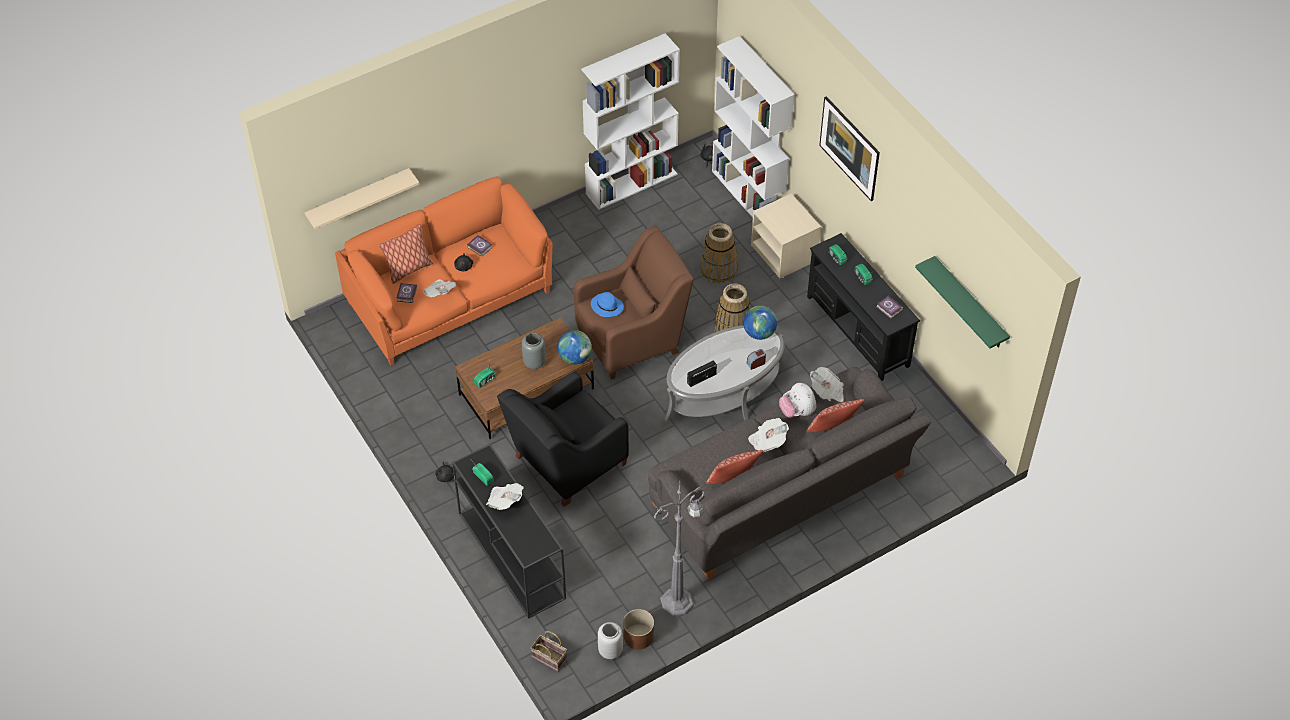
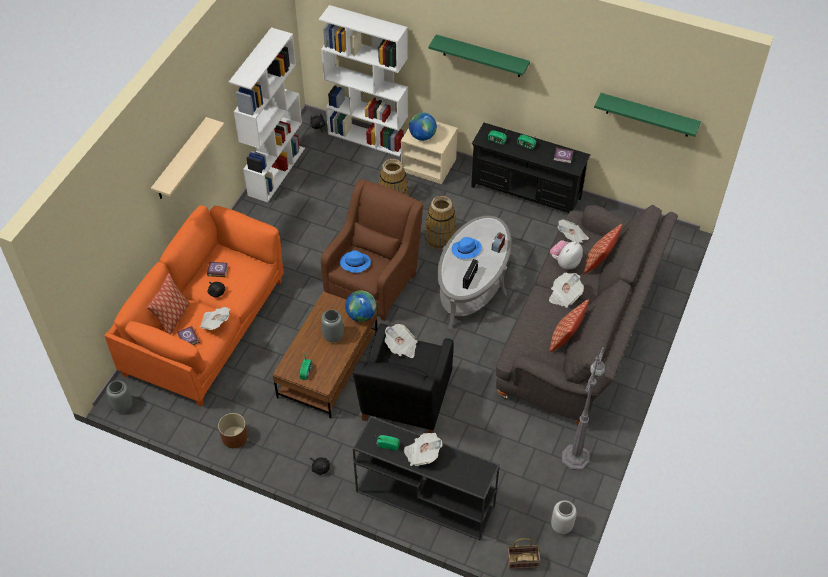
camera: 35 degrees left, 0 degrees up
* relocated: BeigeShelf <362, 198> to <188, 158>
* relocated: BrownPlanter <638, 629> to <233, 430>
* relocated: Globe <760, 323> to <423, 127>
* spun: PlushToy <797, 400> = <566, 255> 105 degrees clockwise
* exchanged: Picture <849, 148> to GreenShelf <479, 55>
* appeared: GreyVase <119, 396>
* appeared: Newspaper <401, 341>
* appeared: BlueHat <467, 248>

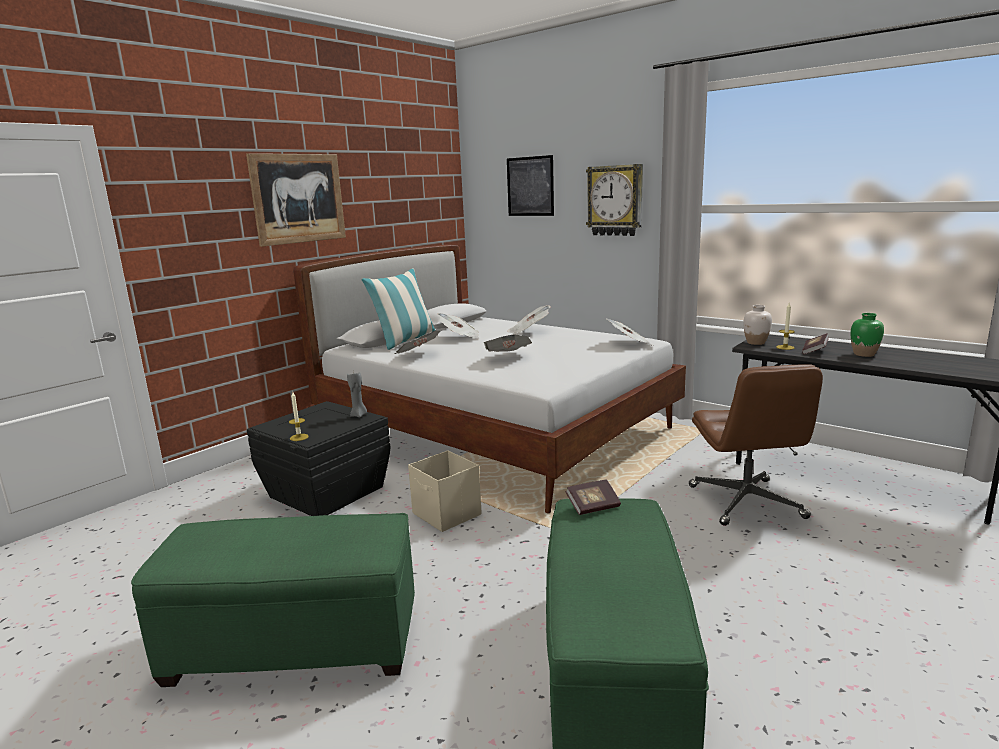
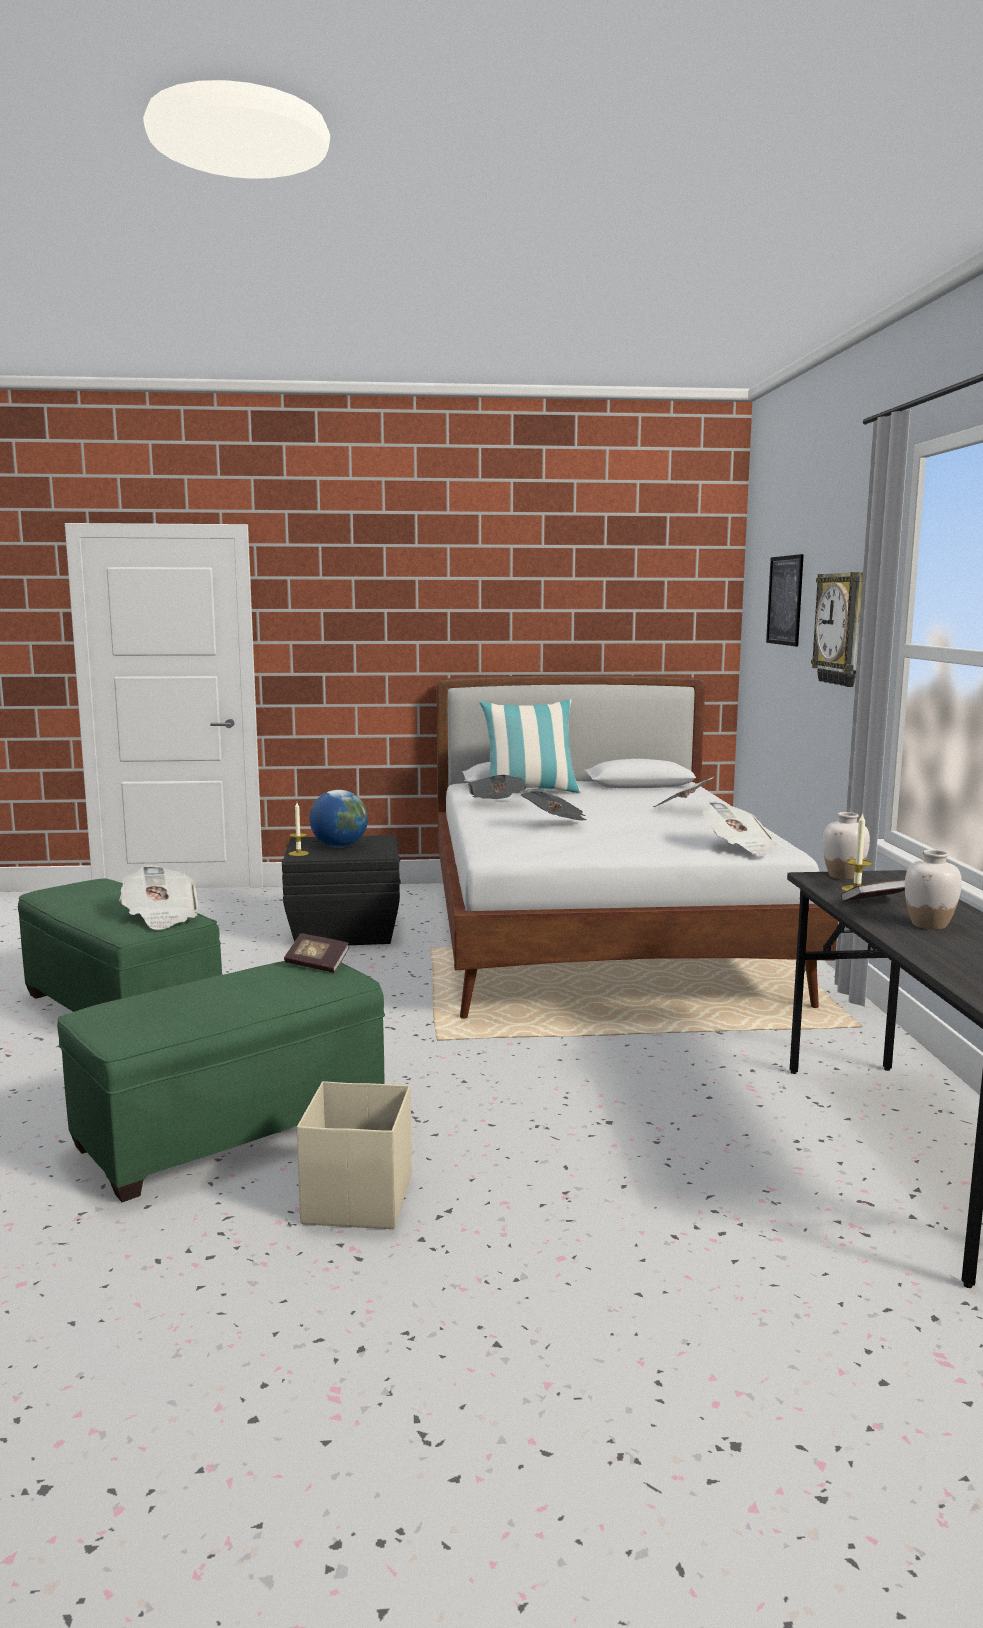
camera: 45 degrees right, 5 degrees down
* missing: Picture <296, 200>
* missing: GreyCandle <357, 394>
* relocated: BeigeStorageBox <445, 491> to <354, 1155>
* relocated: Newspaper <458, 326> to <158, 897>
* missing: BrownOfficeChair <756, 445>
* colour: GreenVase <867, 335> to WhiteVase <933, 890>
* appeared: Globe <338, 819>

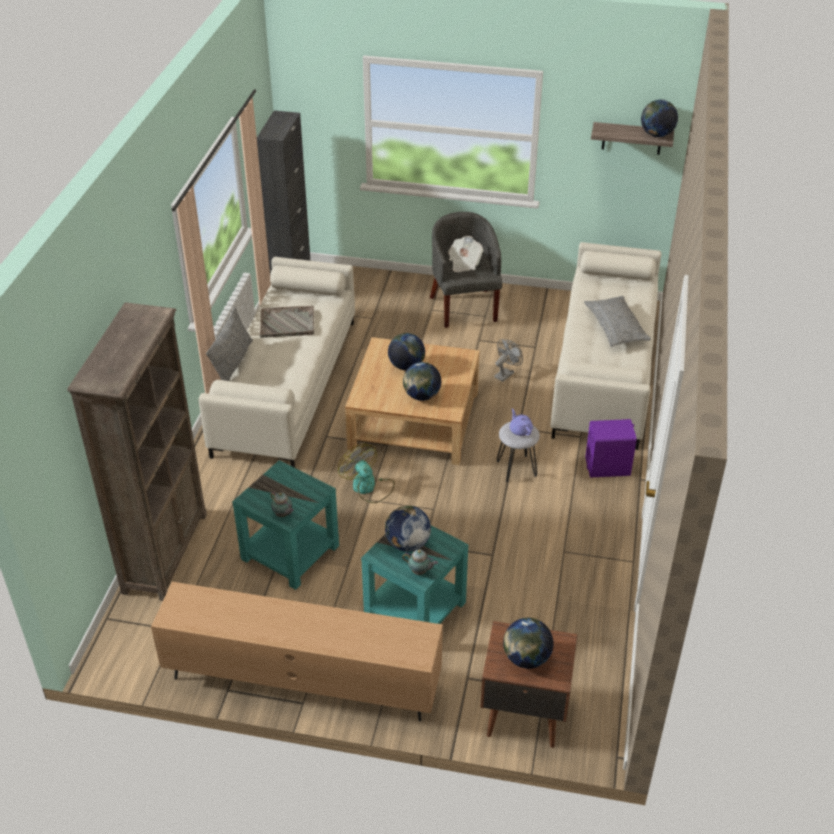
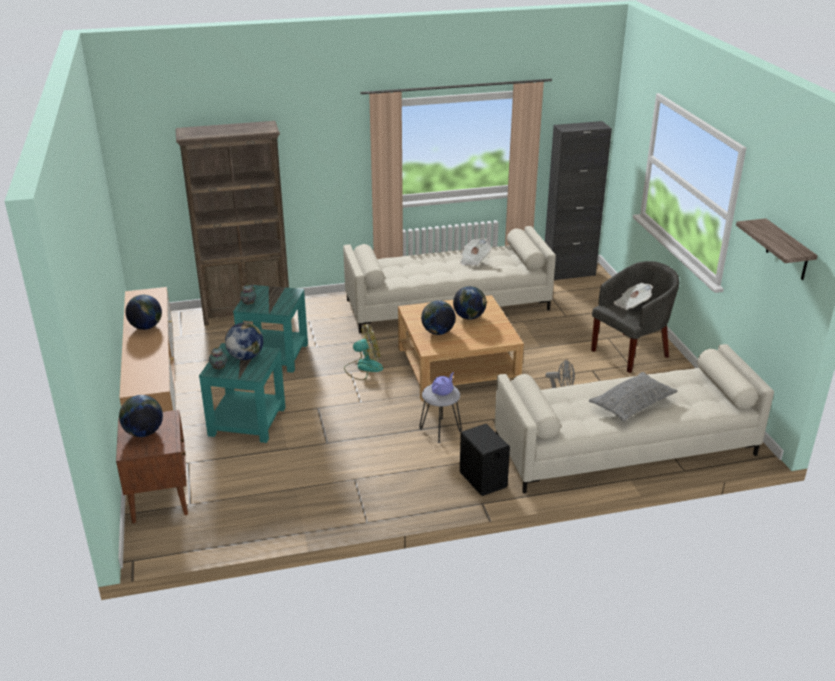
camera: 65 degrees right, 10 degrees down
* missing: GreyPillow <229, 344>
* exchanged: GreyTray <287, 322> to Newspaper <476, 252>
* spun: Fan <366, 473> = <363, 352> 45 degrees clockwise
* colour: PurpleSpeaker <611, 448> to BlackSpeaker <485, 460>
* relocated: Globe <659, 118> to <143, 312>

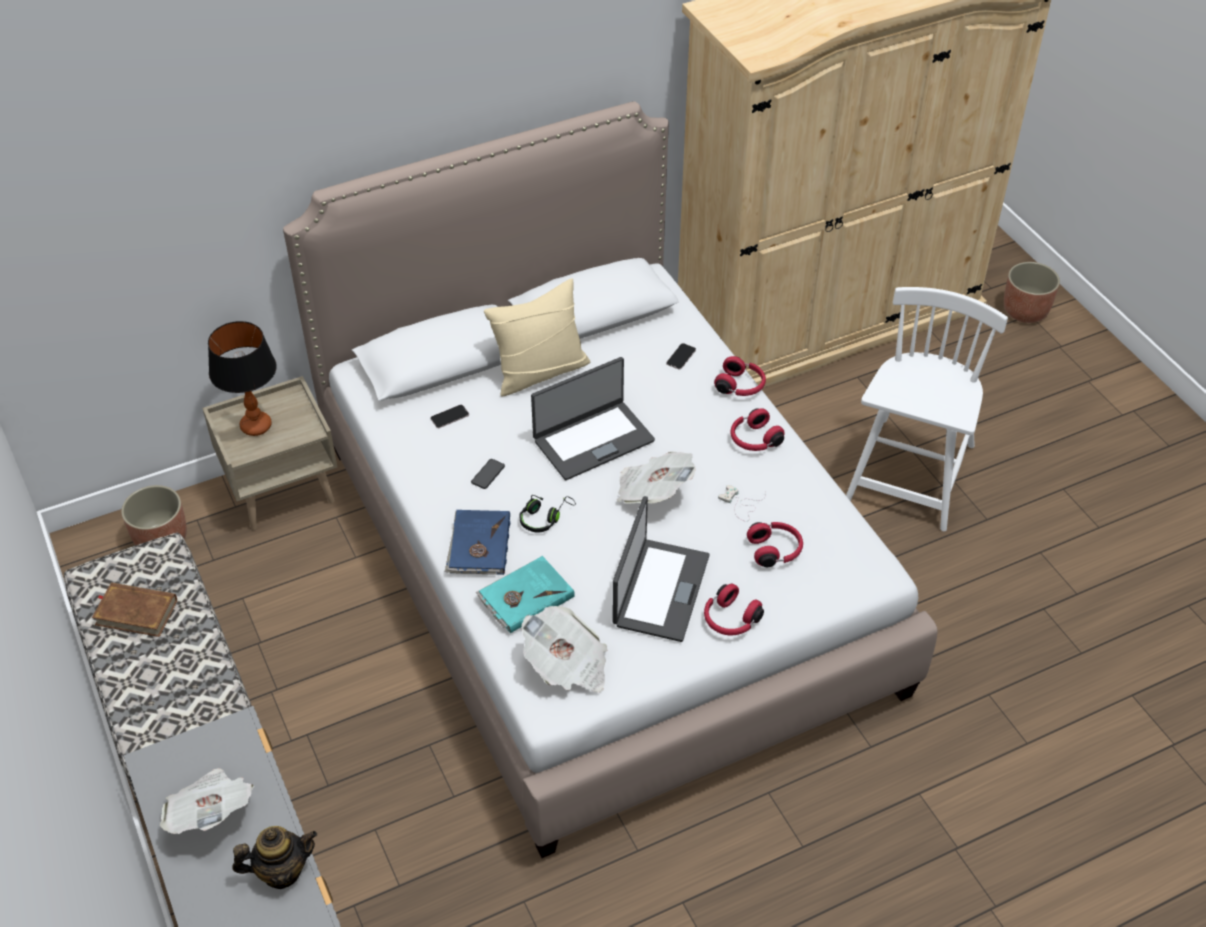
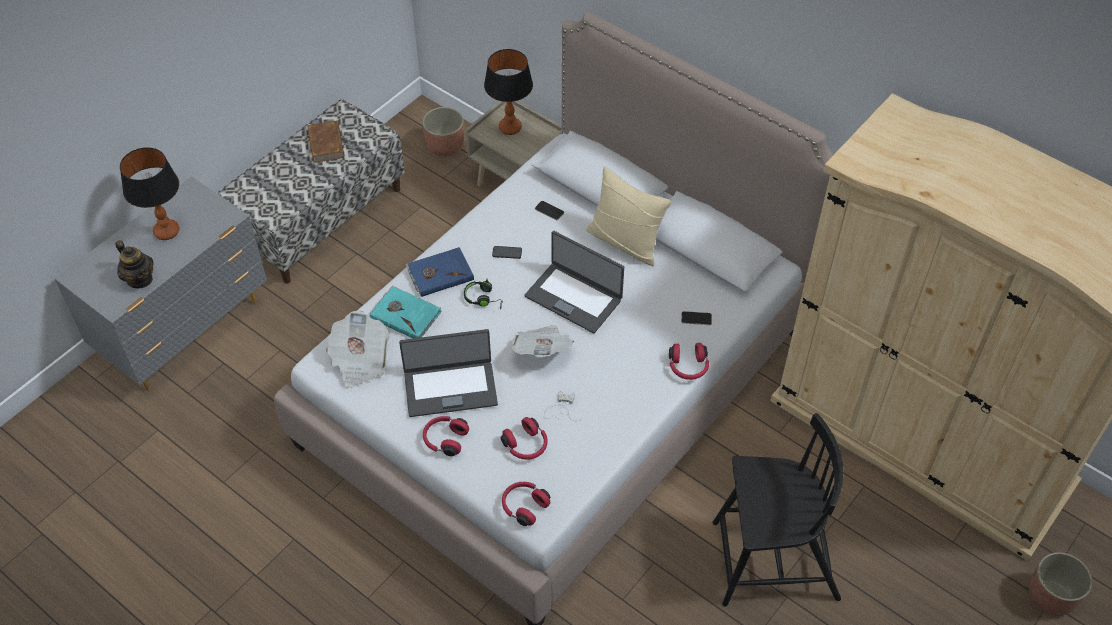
camera: 65 degrees right, 5 degrees up
* exchanged: Newspaper <207, 801> to TableLamp <149, 193>
* relocated: RedHeadphones <758, 429> to <526, 504>
* colour: WhiteChair <927, 409> to BlackChair <777, 510>

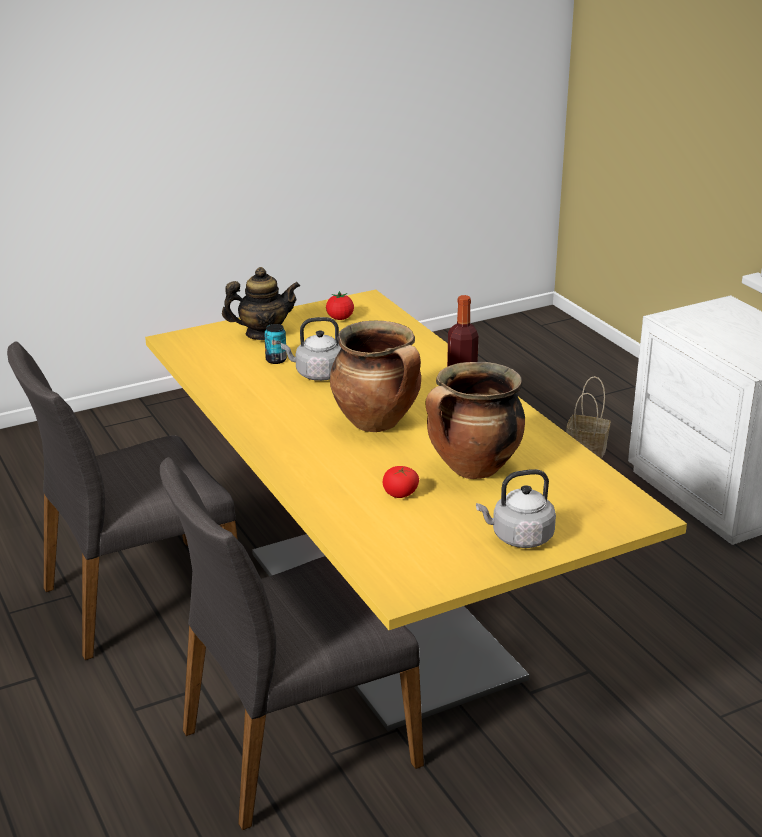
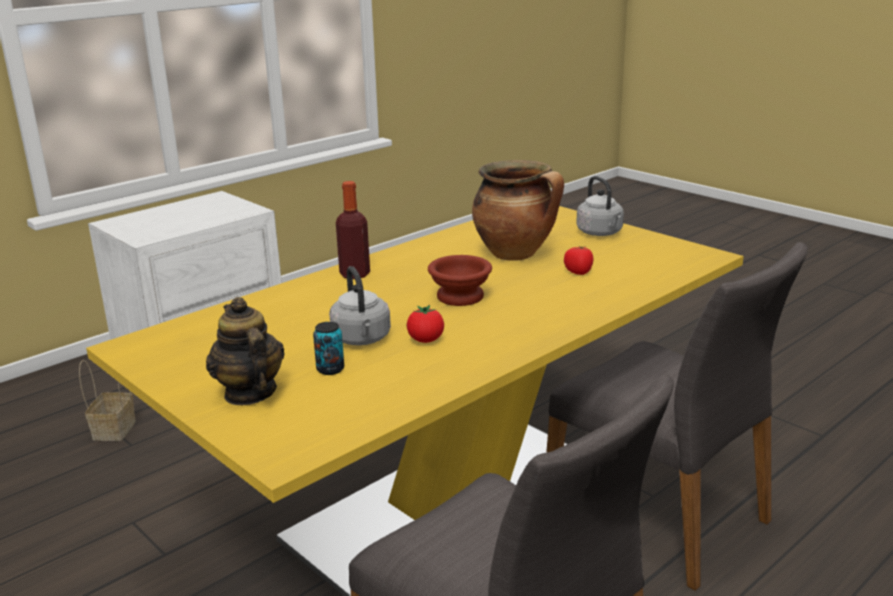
camera: 105 degrees left, 5 degrees down
* relocated: Tomato <340, 305> to <425, 324>
* exchanged: CookingPot <375, 376> to BrownBowl <460, 280>

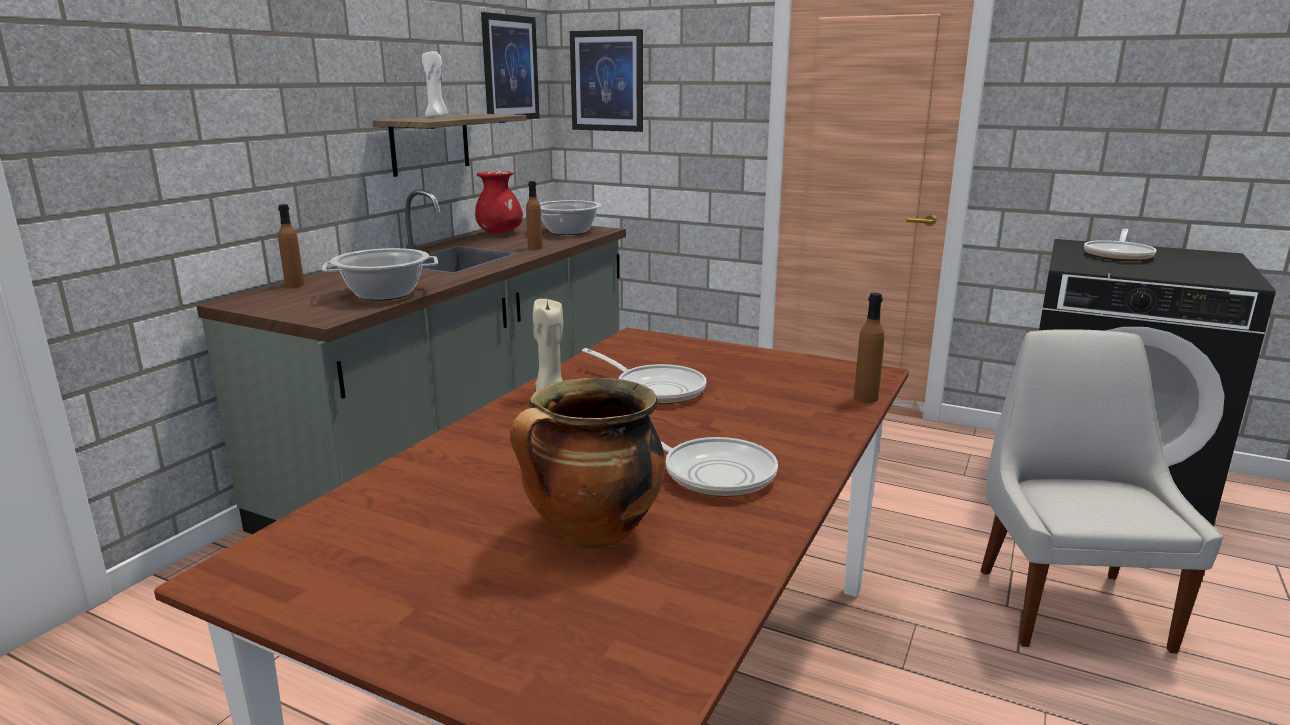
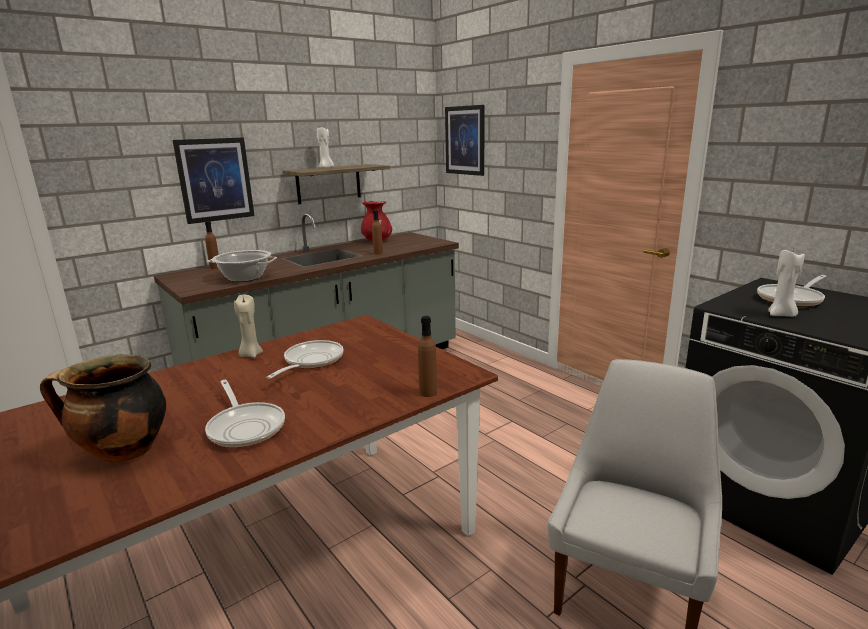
camera: 25 degrees right, 0 degrees up
* relocated: Picture <510, 65> to <214, 181>
* missing: CookingPot <570, 217>
* spun: FryingPan <644, 376> = <304, 359> 135 degrees counterclockwise
* appeared: WhiteCandle <786, 283>

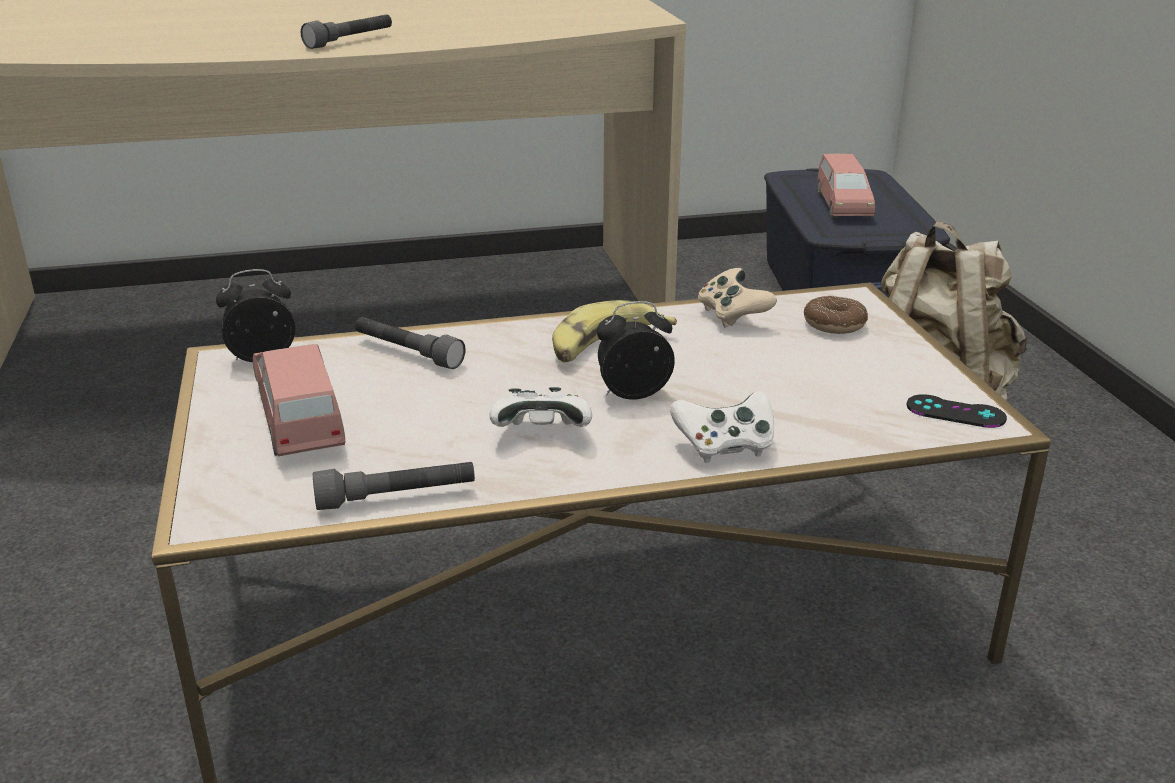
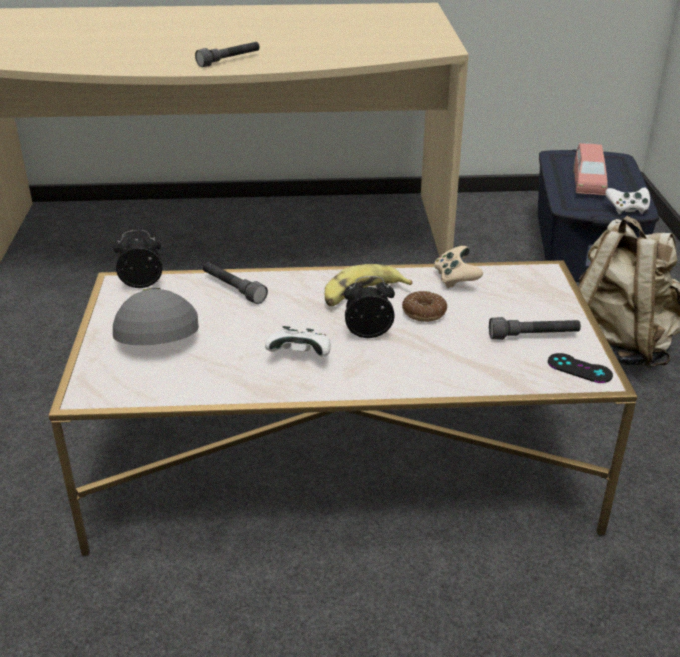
camera: 10 degrees right, 5 degrees up
* exchanged: PinkToyCar <299, 400> to GreyCap <156, 316>
* relocated: GreyFlashlight <394, 486> to <535, 328>
* relocated: WhiteGameController <722, 427> to <627, 200>
* relocated: Donut <836, 315> to <424, 306>

